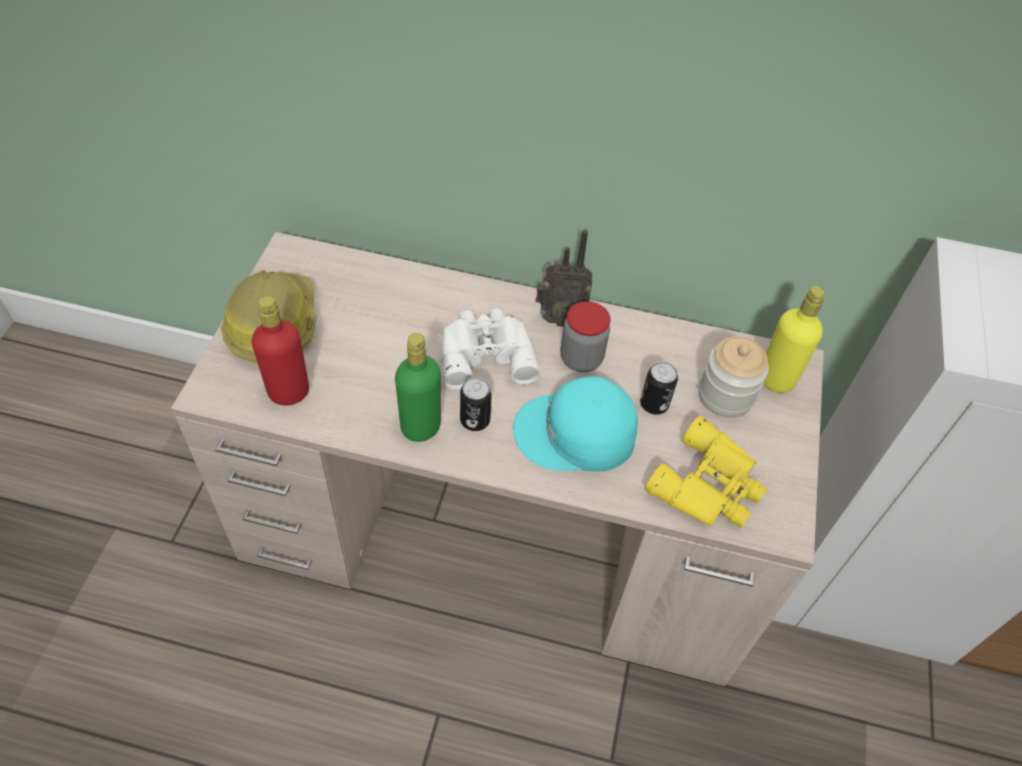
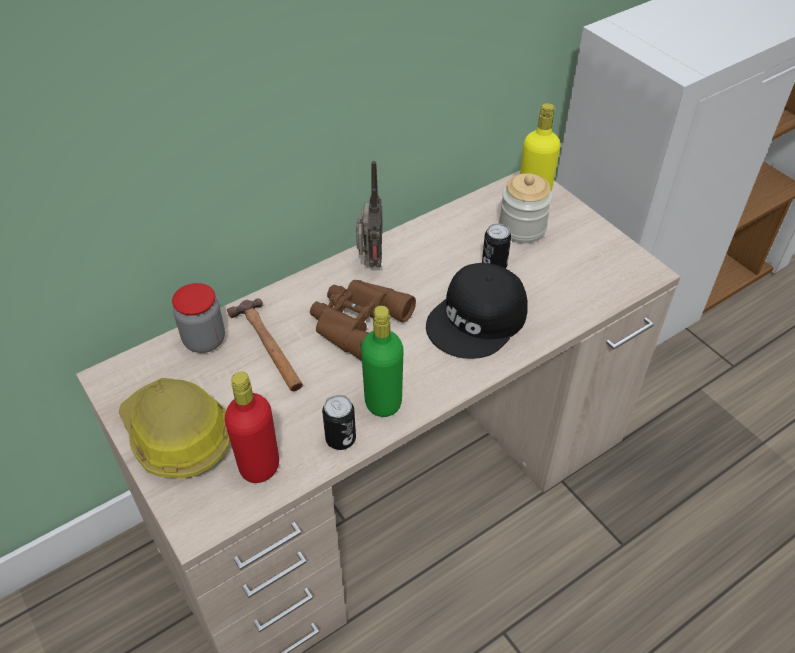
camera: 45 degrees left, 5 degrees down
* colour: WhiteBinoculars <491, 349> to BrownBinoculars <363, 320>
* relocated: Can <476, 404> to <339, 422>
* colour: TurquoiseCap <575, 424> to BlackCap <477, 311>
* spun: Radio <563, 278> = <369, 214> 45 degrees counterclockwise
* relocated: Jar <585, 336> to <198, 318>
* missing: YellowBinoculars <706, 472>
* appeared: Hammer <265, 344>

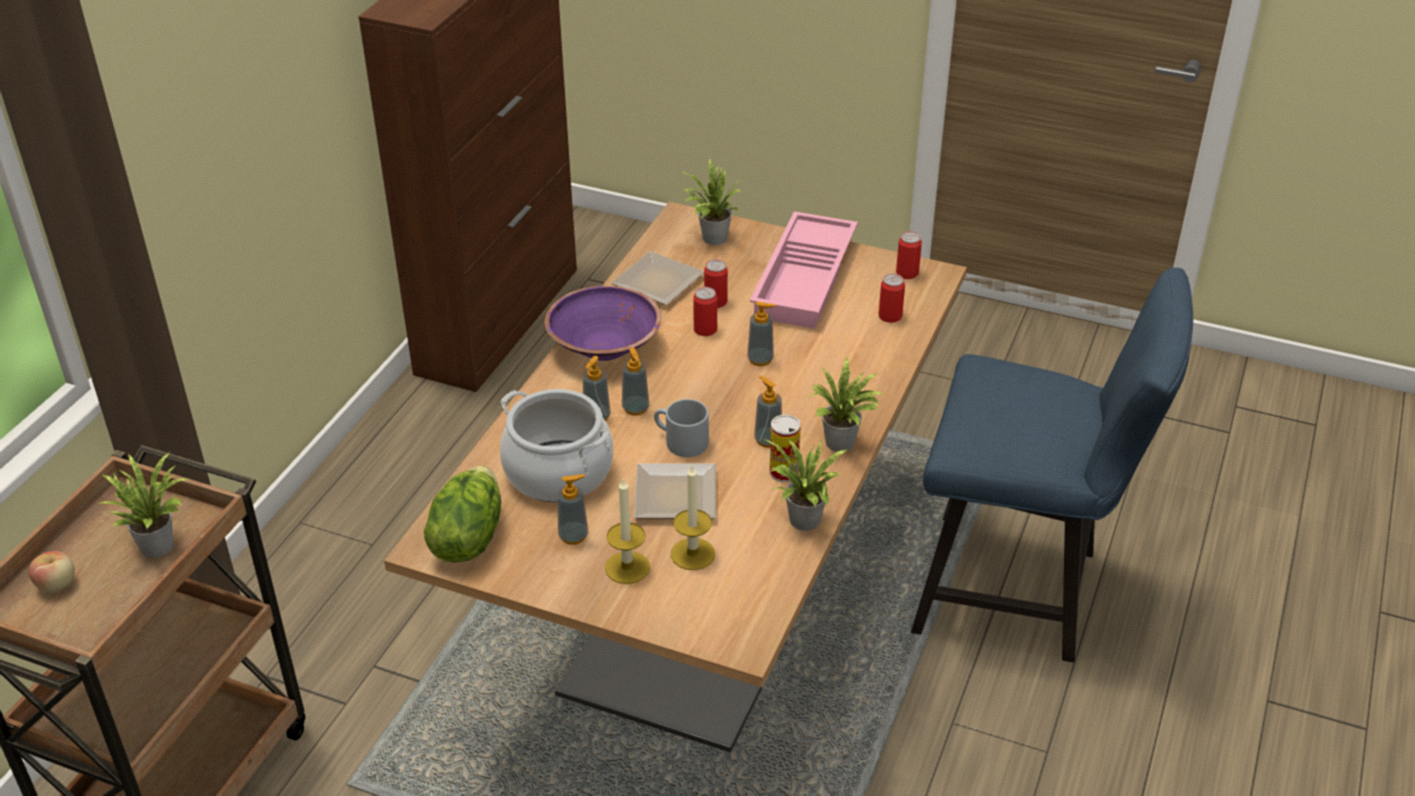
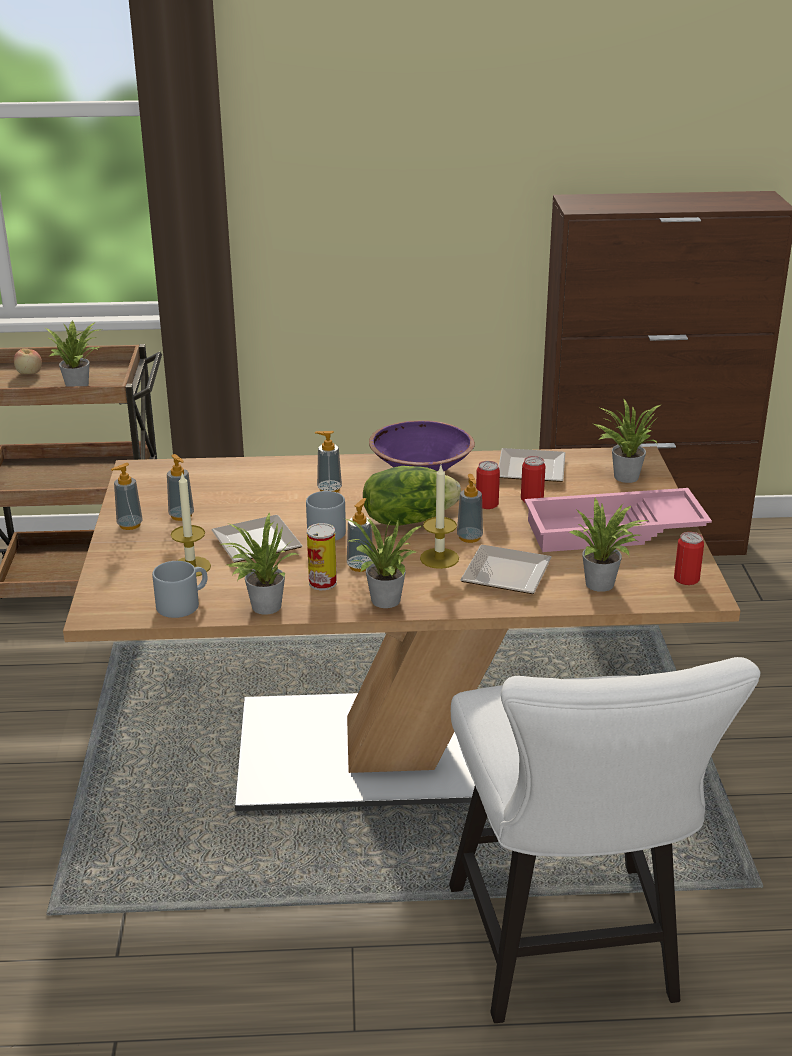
camera: 65 degrees right, 10 degrees down
* relocated: Lettuce <462, 514> to <412, 496>
* missing: CookingPot <556, 445>
* relocated: Candle <627, 531> to <439, 517>
* relocated: SoapDispenser <635, 381> to <126, 496>
* exchanged: Can <892, 298> to PottedPlant <608, 545>
* colour: BlueChair <1052, 465> to WhiteChair <604, 840>
* appeared: GreyMug <180, 589>
* appeared: Plate <506, 569>

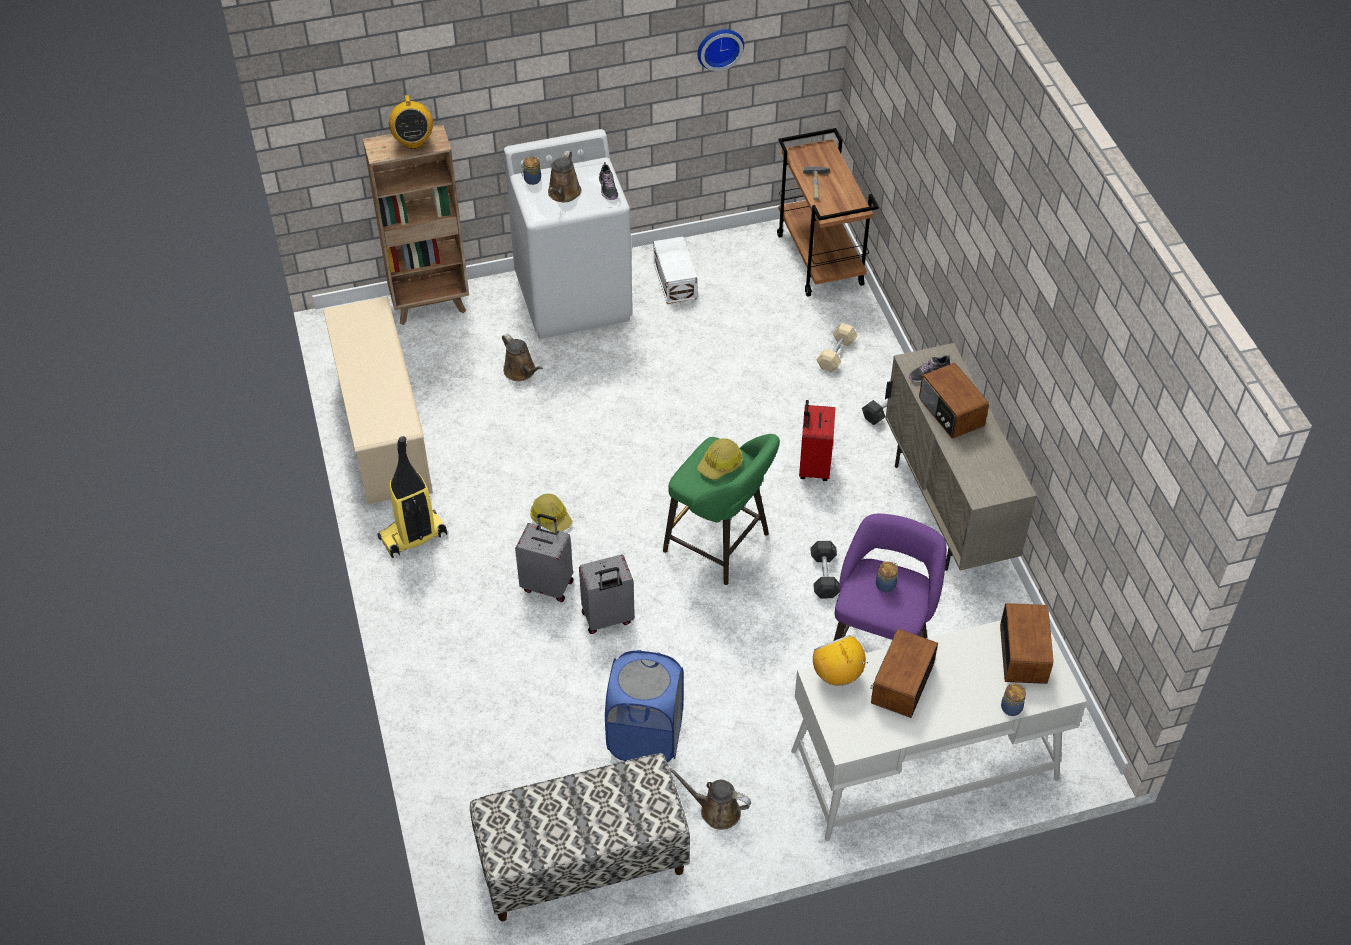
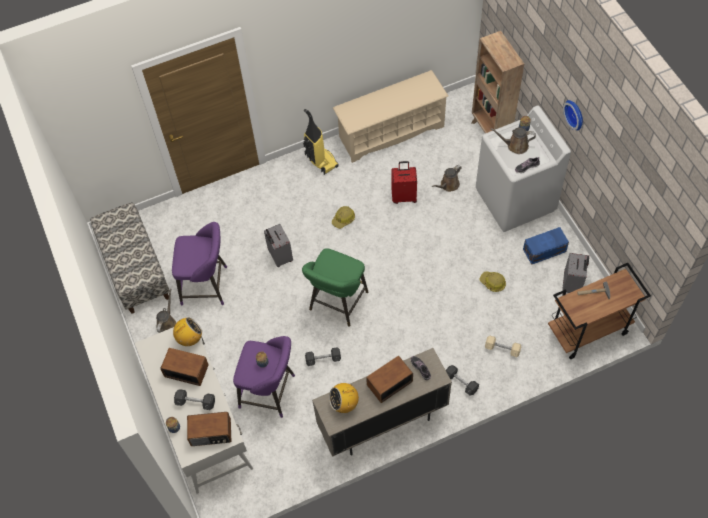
camera: 85 degrees right, 10 degrees up
* relocated: Radio <411, 122> to <344, 397>
* relocated: GreySuitcase <544, 558> to <575, 274>
* exchanged: BlueLaundryBasket <644, 706> to PurpleStool <199, 264>
* colour: WhiteStorageBox <675, 270> to BlueStorageBox <546, 246>
* relocated: WallClock <721, 50> to <573, 115>
* relocated: HardHat <720, 459> to <492, 281>
* relocated: RedSuitcase <817, 440> to <404, 182>
* appeared: GreyDumbbell <194, 399>

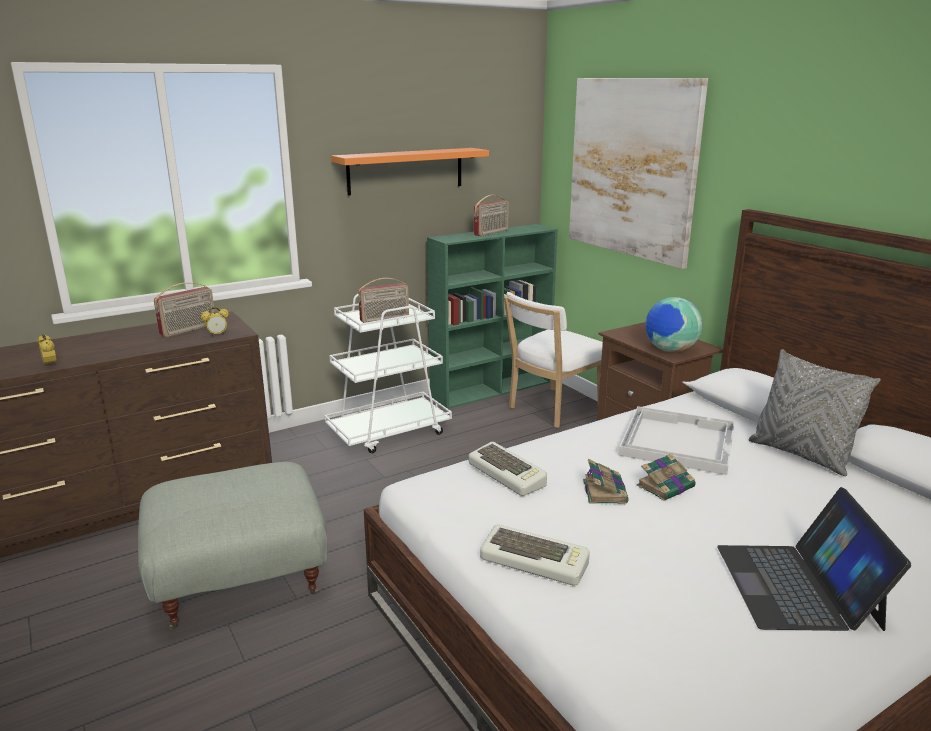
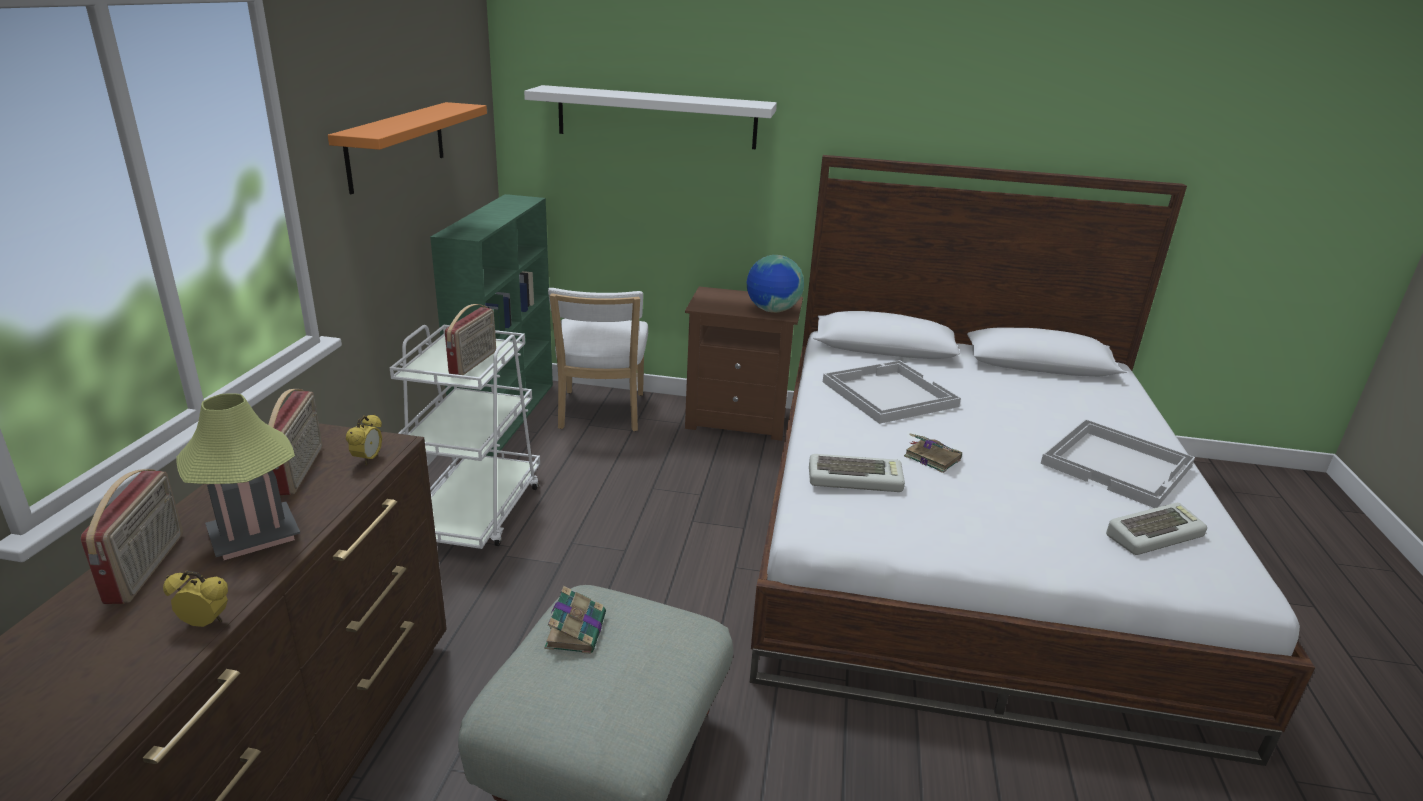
camera: 50 degrees left, 5 degrees up
* relocated: Radio <491, 215> to <132, 536>
* relocated: Keyboard <535, 555> to <1156, 529>
* exchanged: Picture <638, 173> to WhiteShelf <650, 117>
* relocated: Book <666, 477> to <575, 620>
* exchanged: Laptop <814, 559> to WhiteTray <1118, 463>
* missing: GreyPillow <815, 412>
* appeared: TableLamp <238, 476>

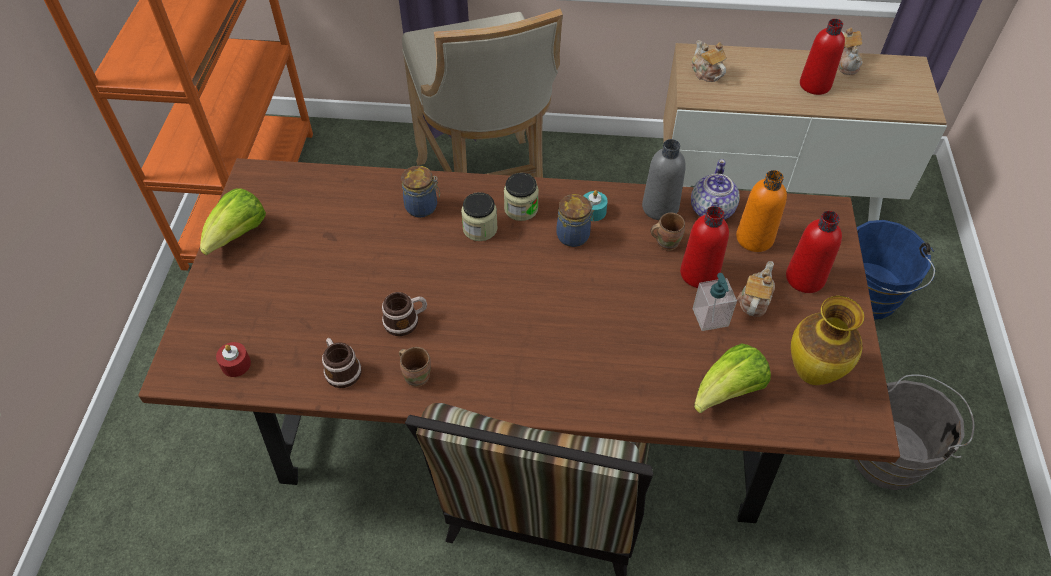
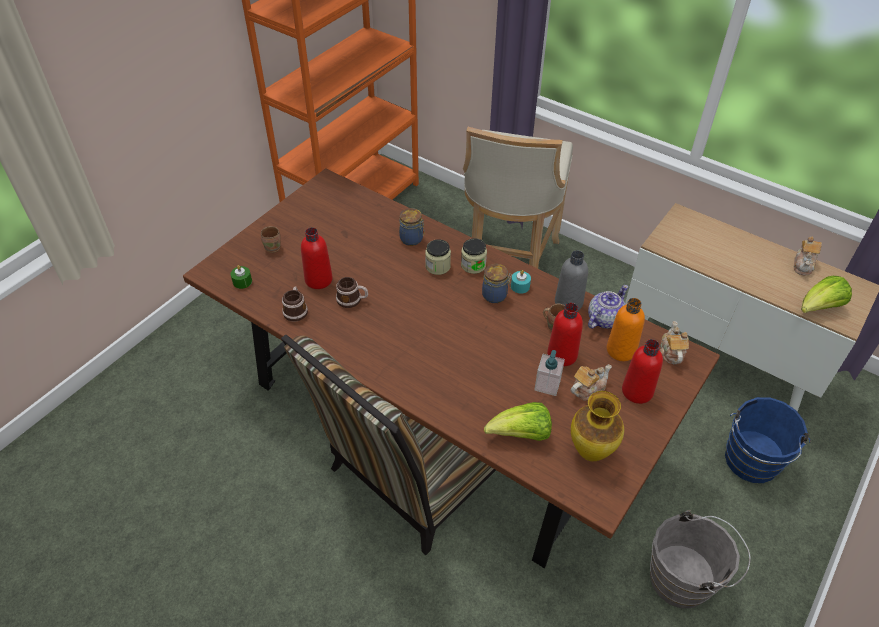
camera: 30 degrees right, 5 degrees down
* relocated: Lettuce <233, 222> to <826, 294>
* colour: RedCandle <233, 359> to GreenCandle <241, 277>
* relocated: BrownMug <415, 367> to <271, 239>
* relocated: Teapot <709, 61> to <674, 342>
* relocated: RedBottle <822, 57> to <317, 258>

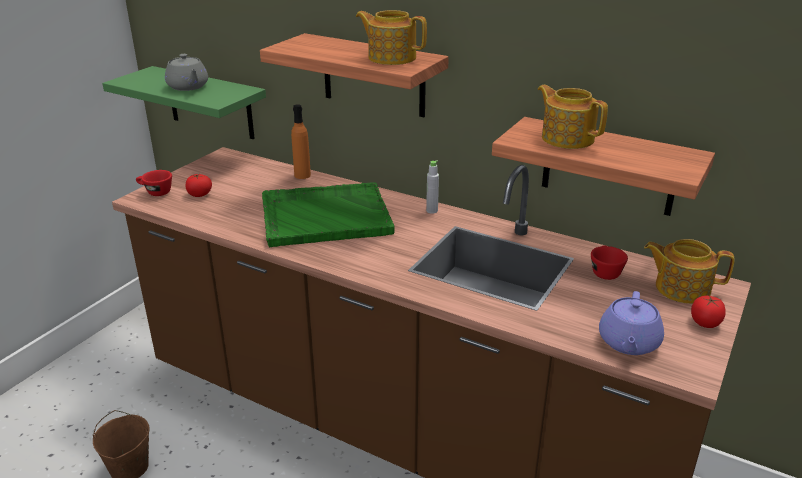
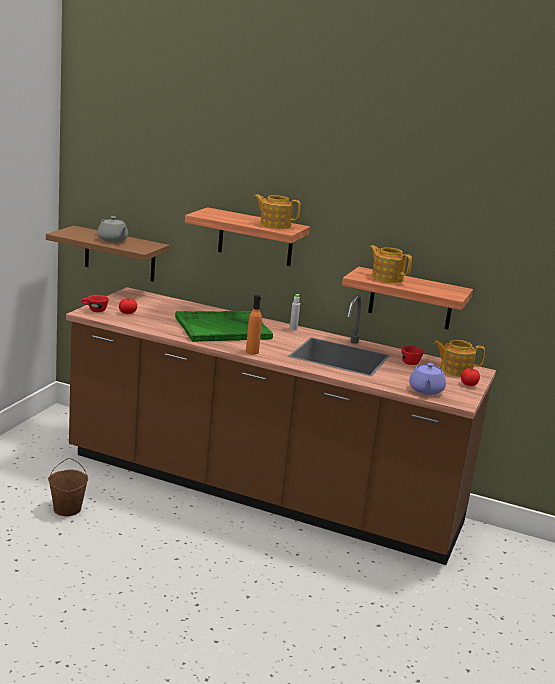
camera: 10 degrees left, 10 degrees down
* colour: GreenShelf <184, 102> to BrownShelf <108, 254>
* relocated: OrangeBottle <301, 141> to <254, 325>

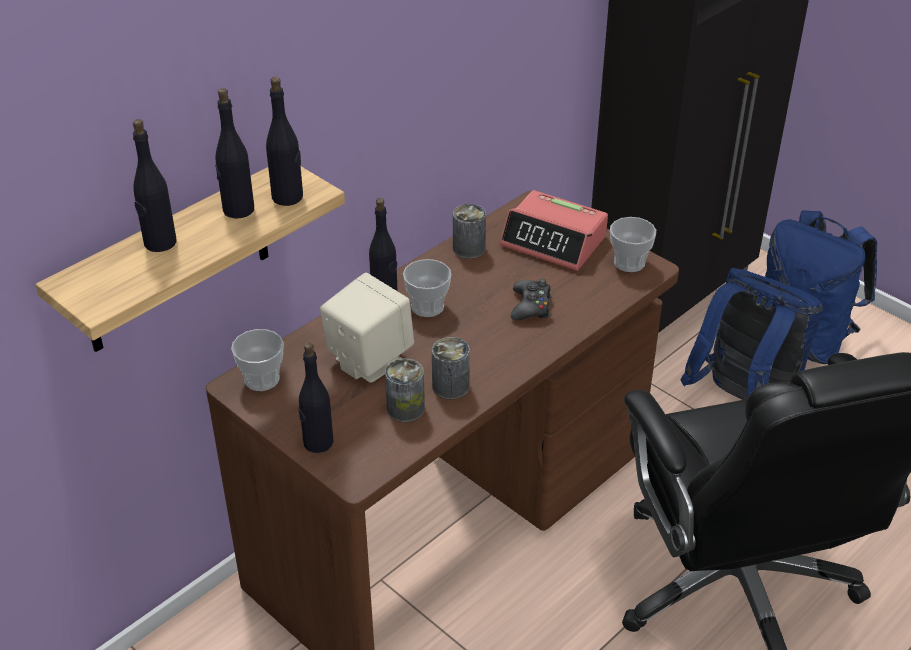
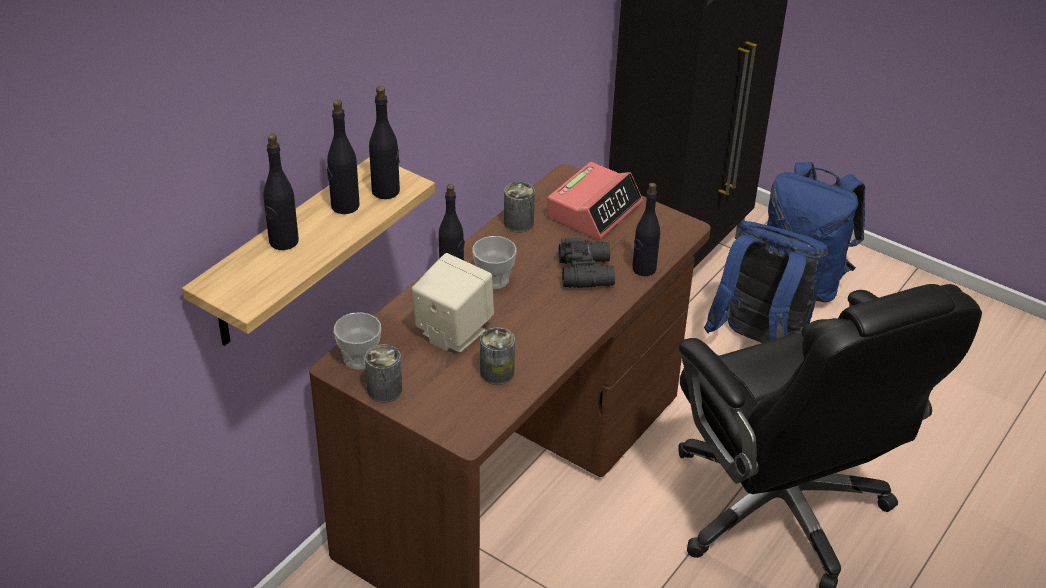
camera: 10 degrees left, 0 degrees up
* relocated: BlackBottle <315, 398> to <646, 229>
* relocated: Can <451, 368> to <383, 373>
* spun: AlarmClock <554, 230> = <595, 201> 75 degrees counterclockwise
* exchanged: BlackGameController <531, 299> to BlackBinoculars <587, 263>
* missing: Cup <633, 244>

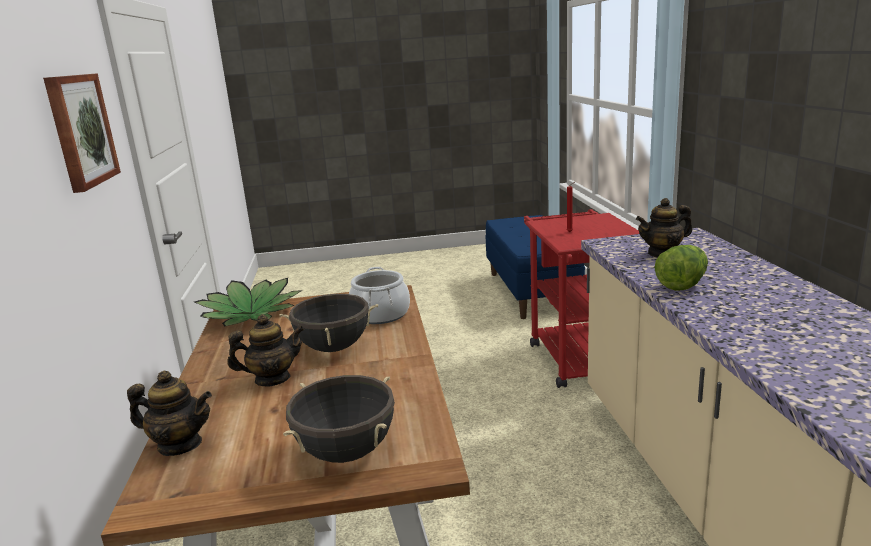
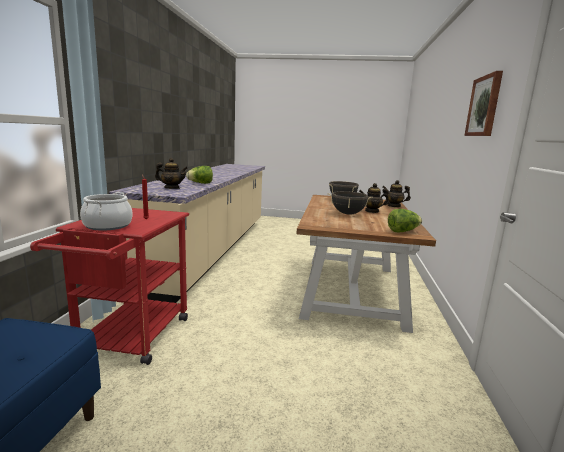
camera: 165 degrees left, 5 degrees down
* exchanged: PottedPlant <248, 302> to Lettuce <405, 220>
* relocated: CookingPot <379, 295> to <106, 211>

